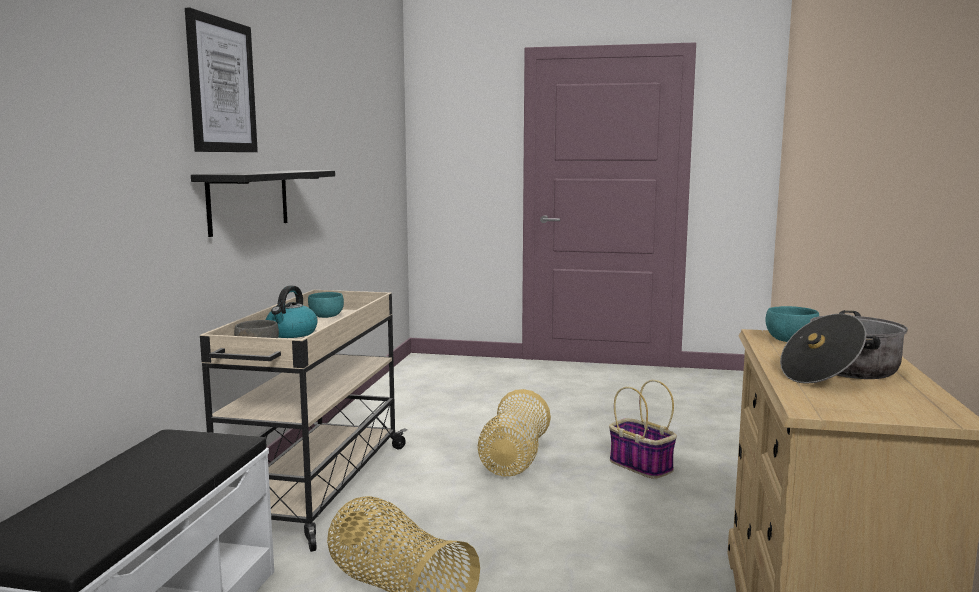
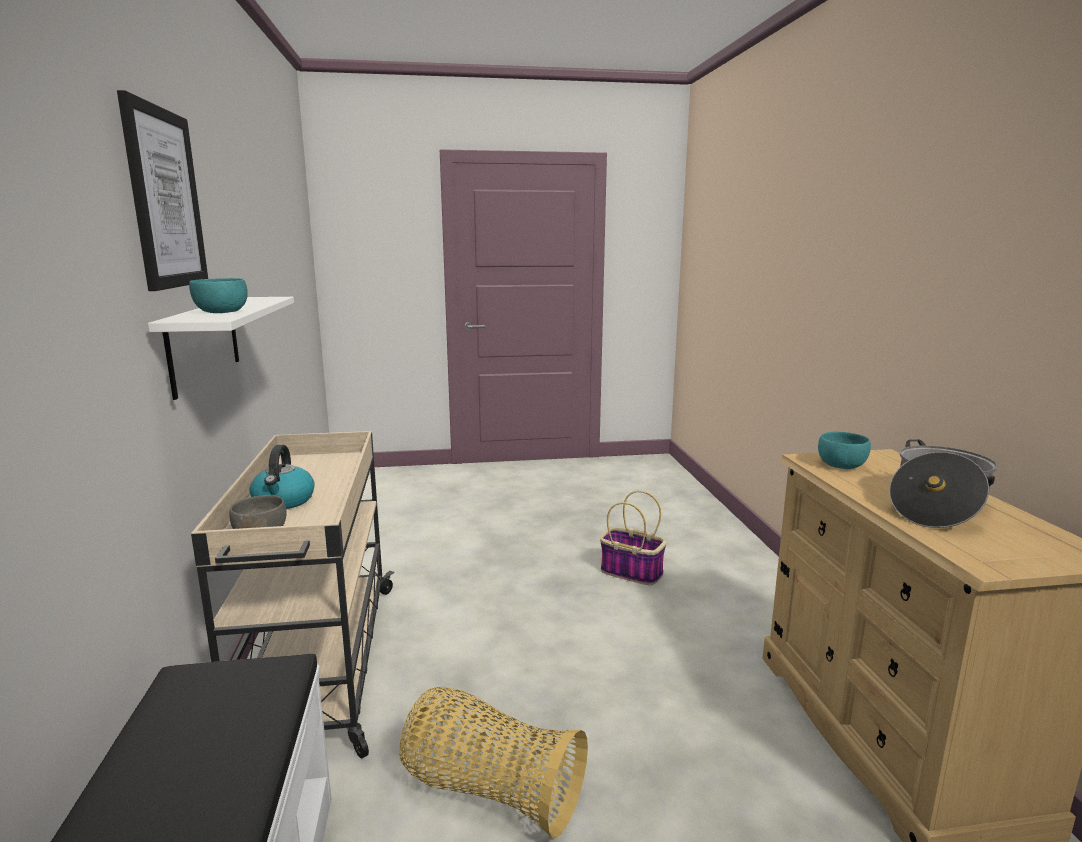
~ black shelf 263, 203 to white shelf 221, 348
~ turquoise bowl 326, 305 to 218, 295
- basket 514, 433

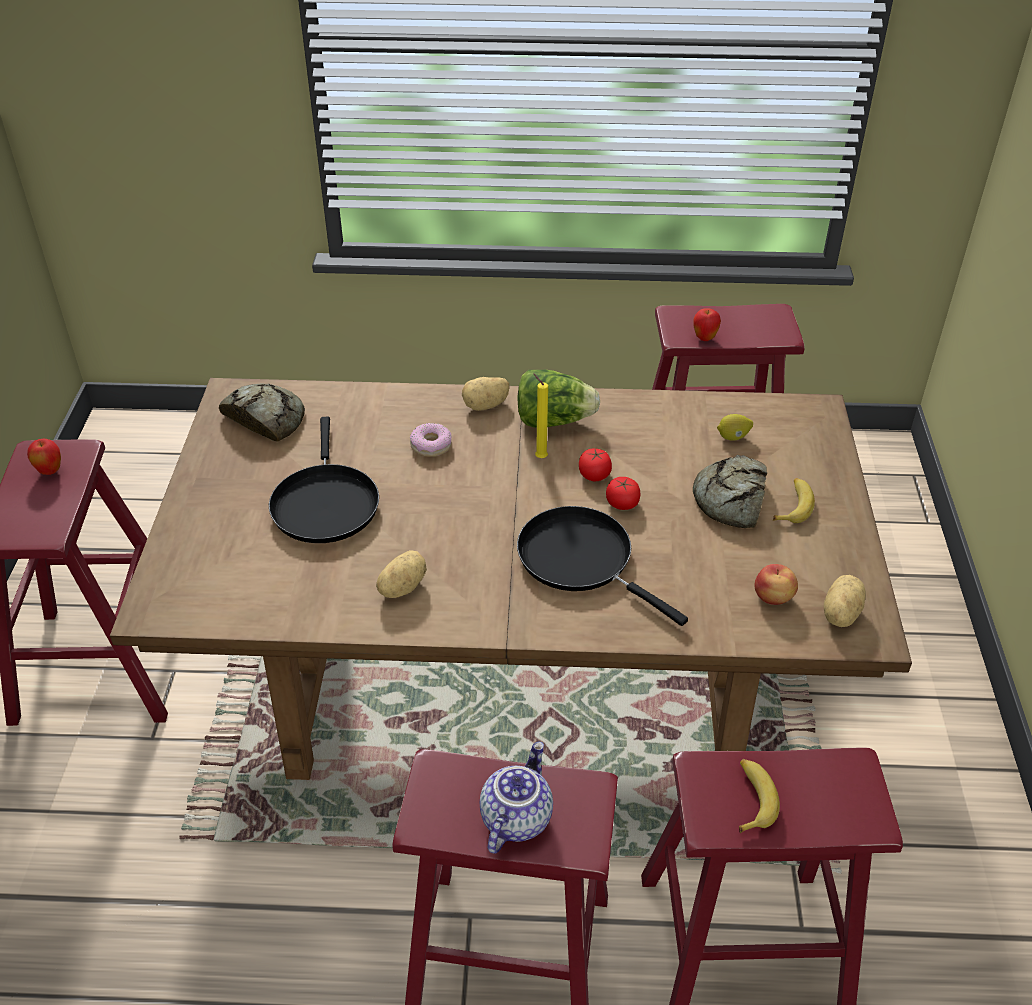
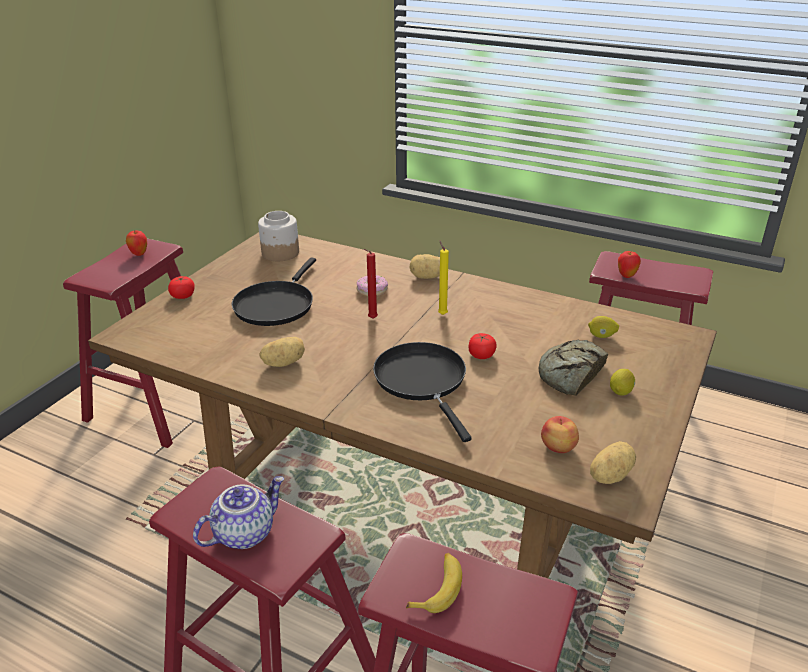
~ tomato 595, 464 to 181, 287
~ bread 262, 412 to jar 278, 236
+ red candle 370, 284
~ banana 794, 500 to lemon 622, 382
- lettuce 558, 399

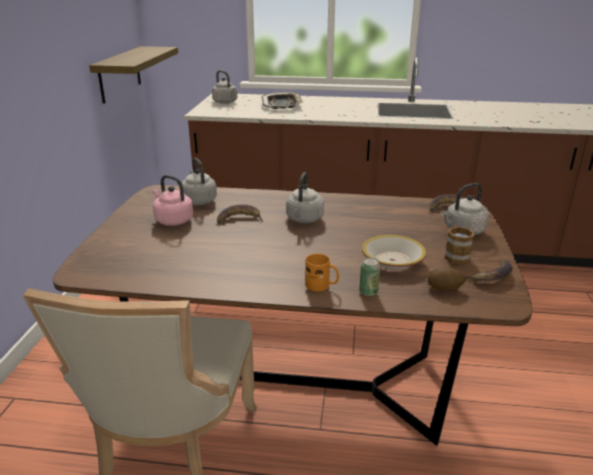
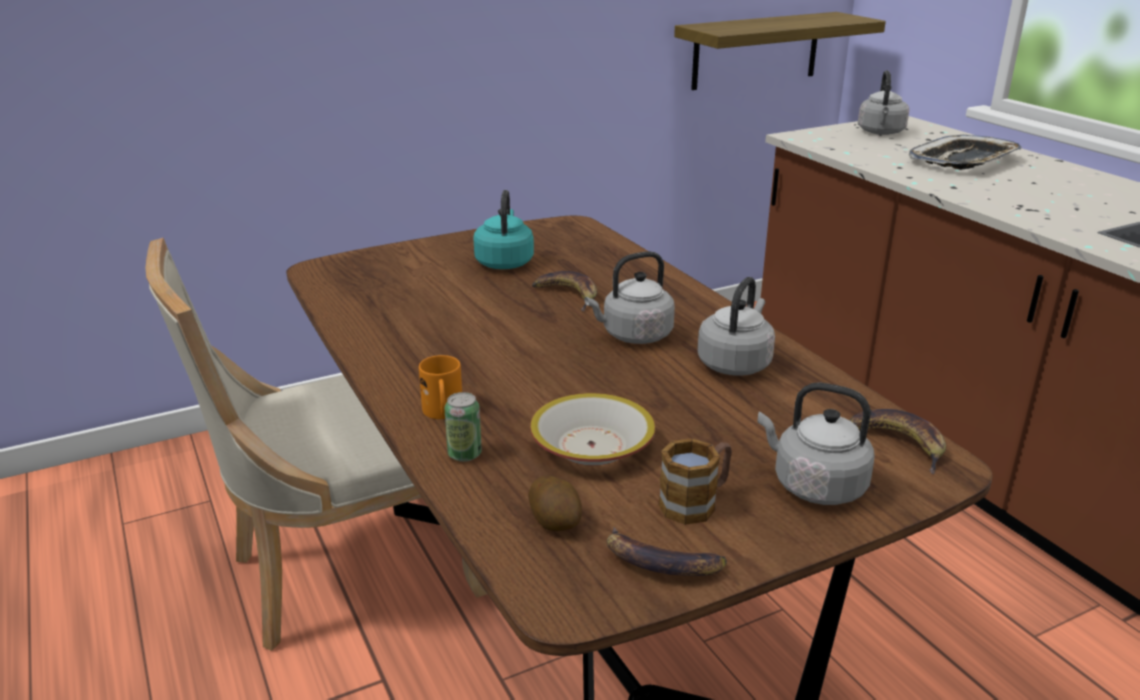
~ pink kettle 172, 200 to turquoise kettle 503, 229
~ grey kettle 199, 181 to 736, 326

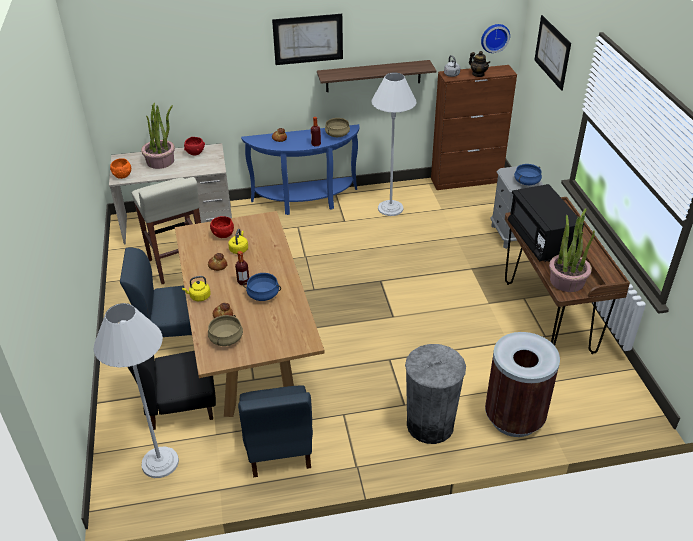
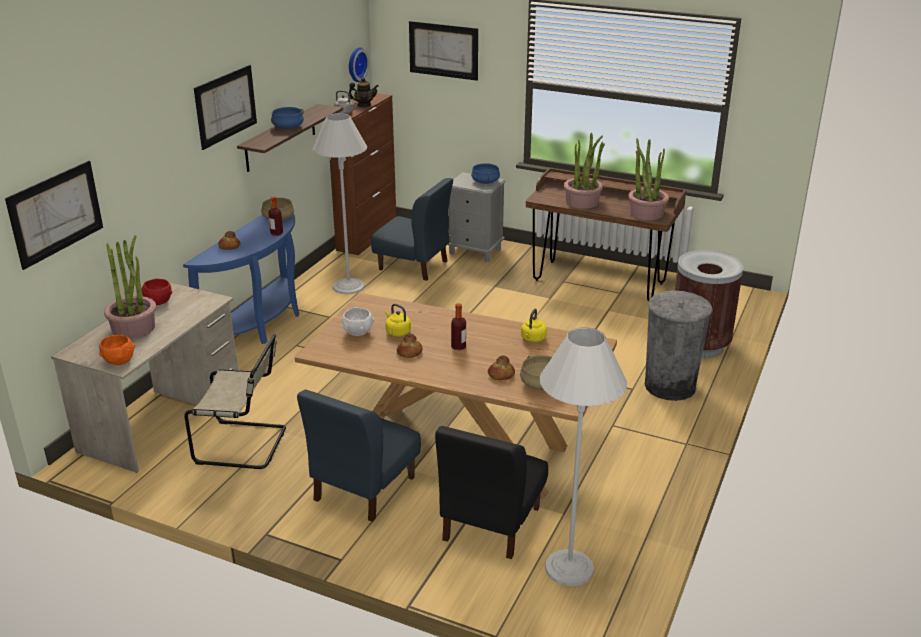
+ picture 54, 215
~ beige stool 166, 230 to beige chair 235, 401
~ blue cooking pot 262, 287 to 287, 118
~ red bowl 222, 227 to white bowl 357, 321
~ blue chair 275, 431 to 412, 229
~ yellow kettle 196, 288 to 534, 325
~ black microwave 546, 223 to potted plant 584, 171

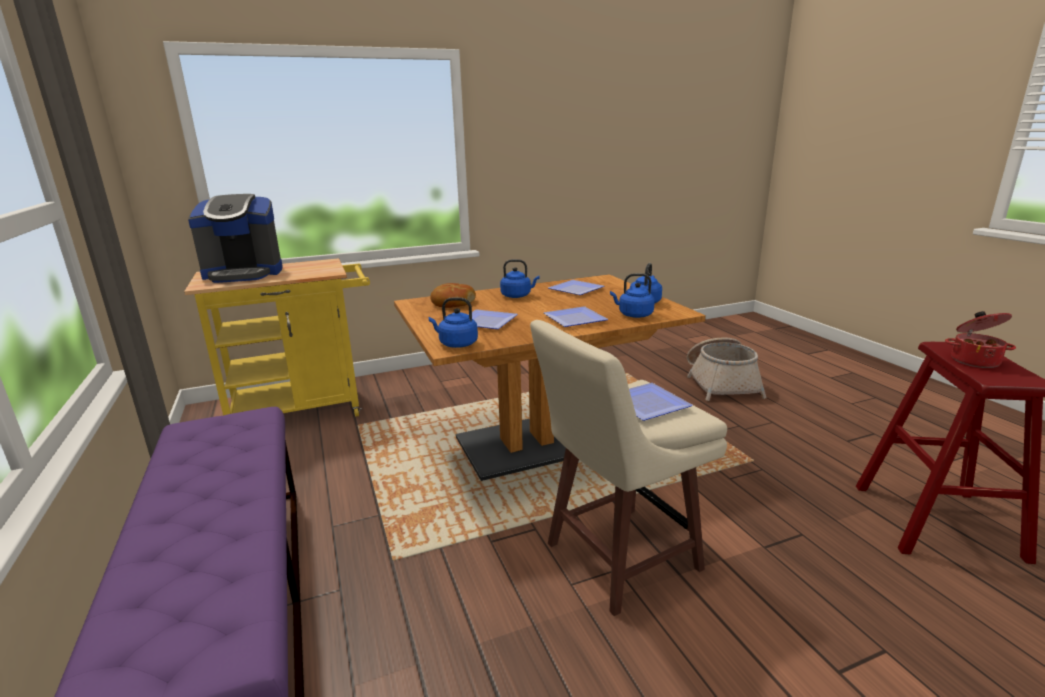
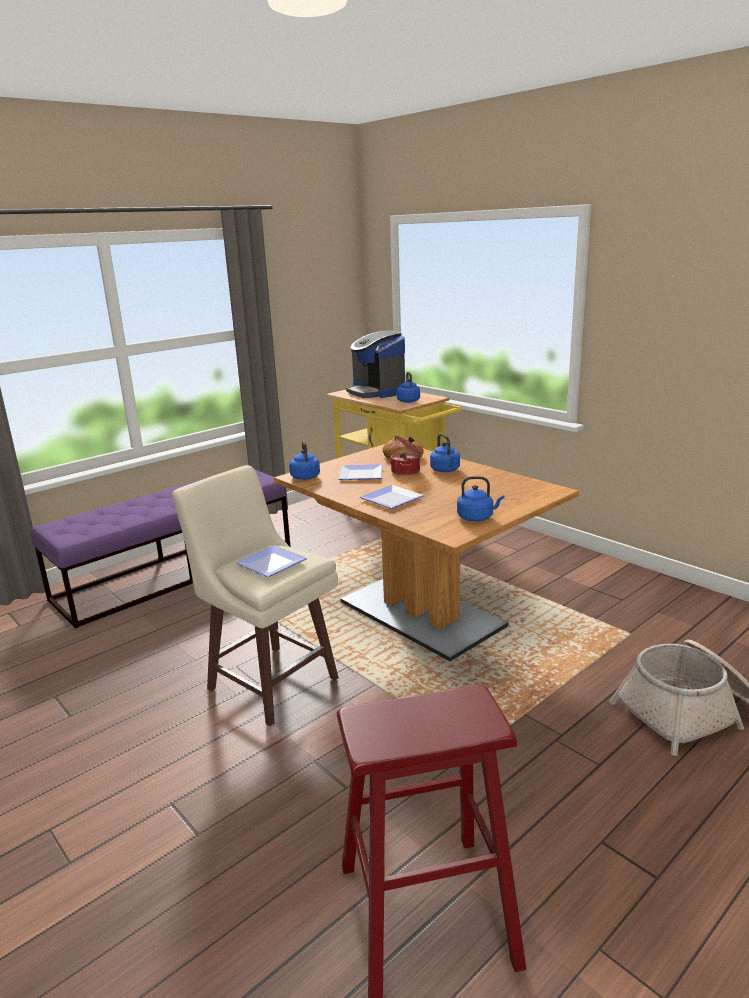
~ cooking pot 980, 339 to 405, 455
~ blue kettle 632, 295 to 408, 387
- plate 576, 287

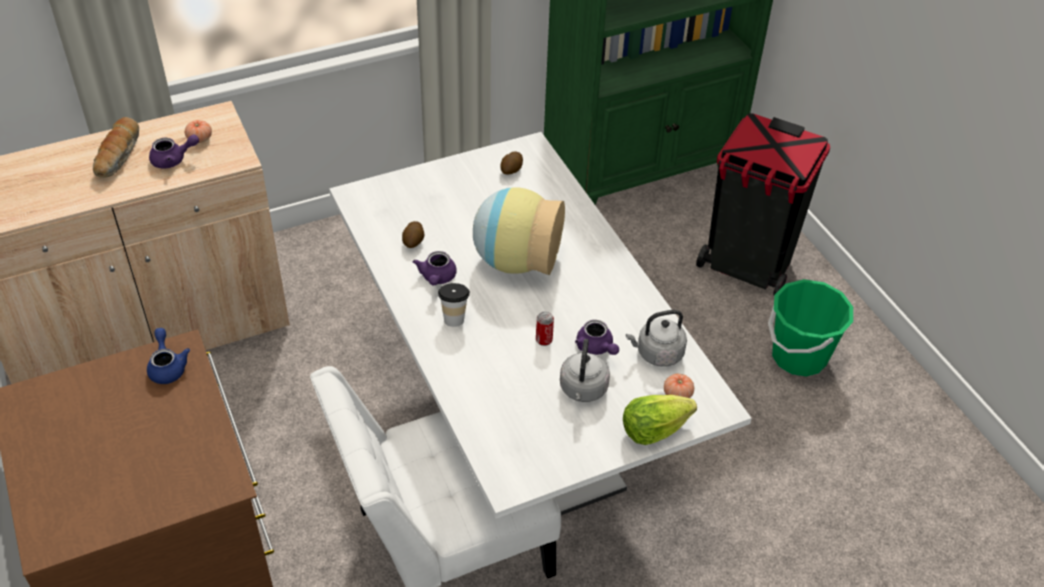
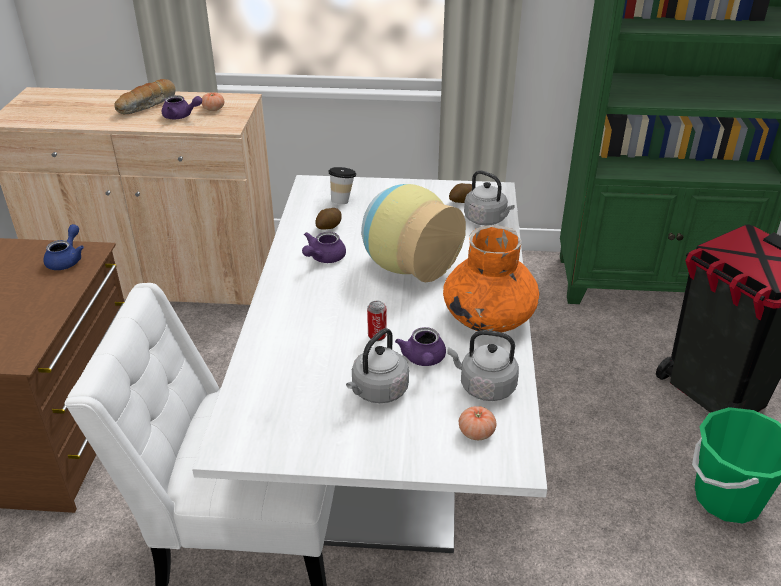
~ cup 454, 305 to 342, 185
+ orange vase 491, 278
+ grey kettle 489, 198
- lettuce 660, 420

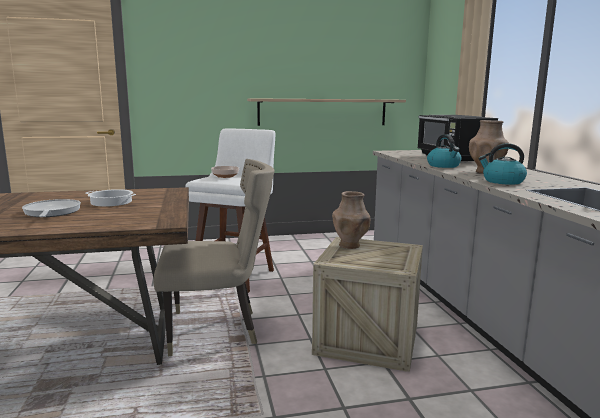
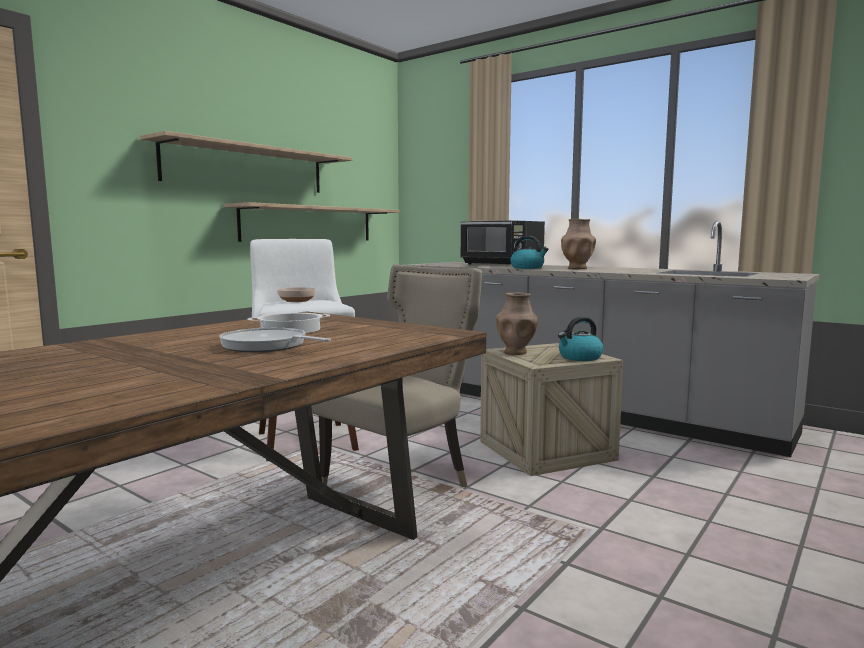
+ shelf 246, 162
~ kettle 502, 164 to 581, 339

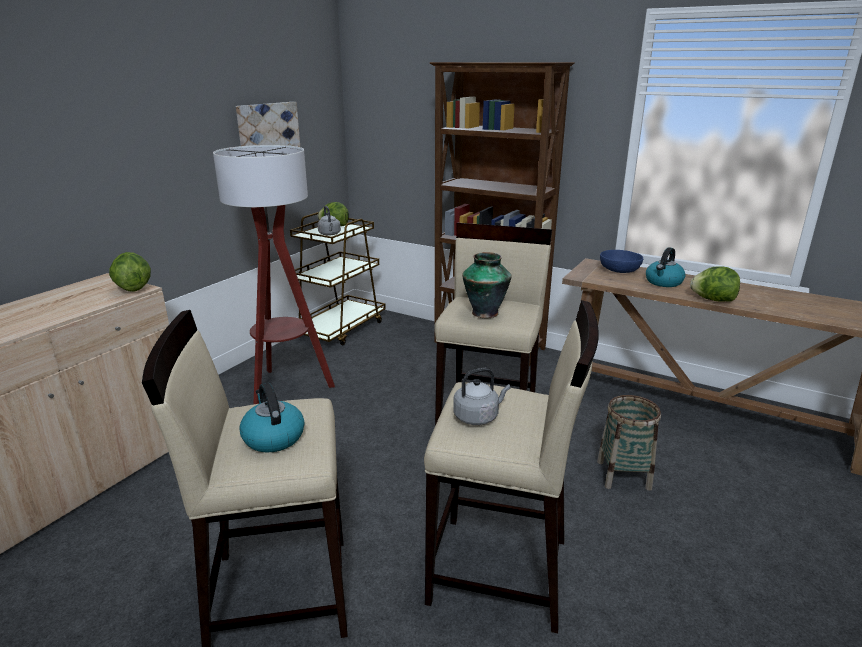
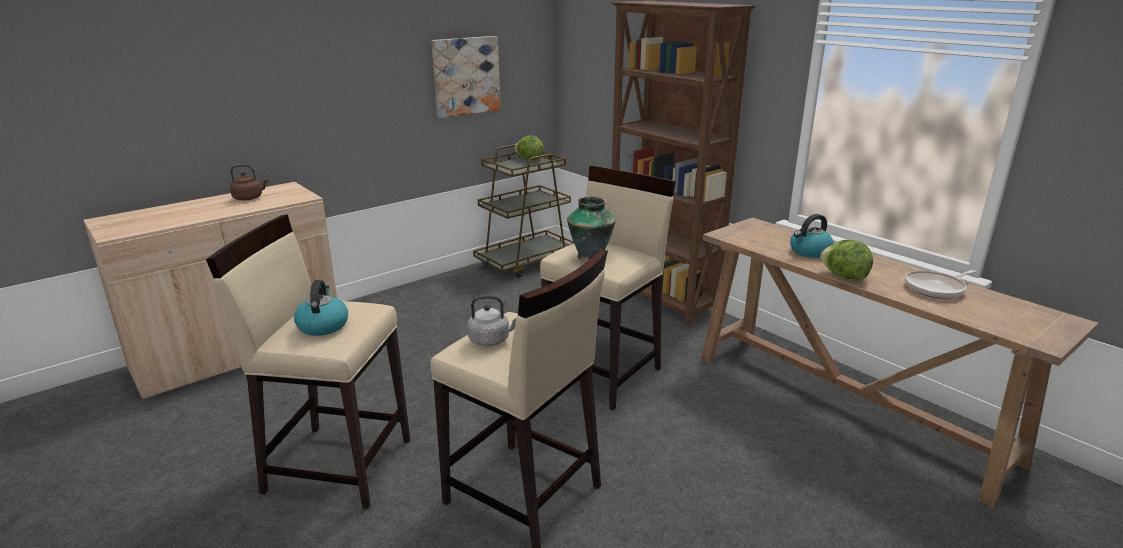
+ brown kettle 249, 182
+ frying pan 940, 284
- lettuce 130, 271
- floor lamp 274, 274
- grey kettle 329, 221
- basket 629, 443
- blue bowl 621, 261

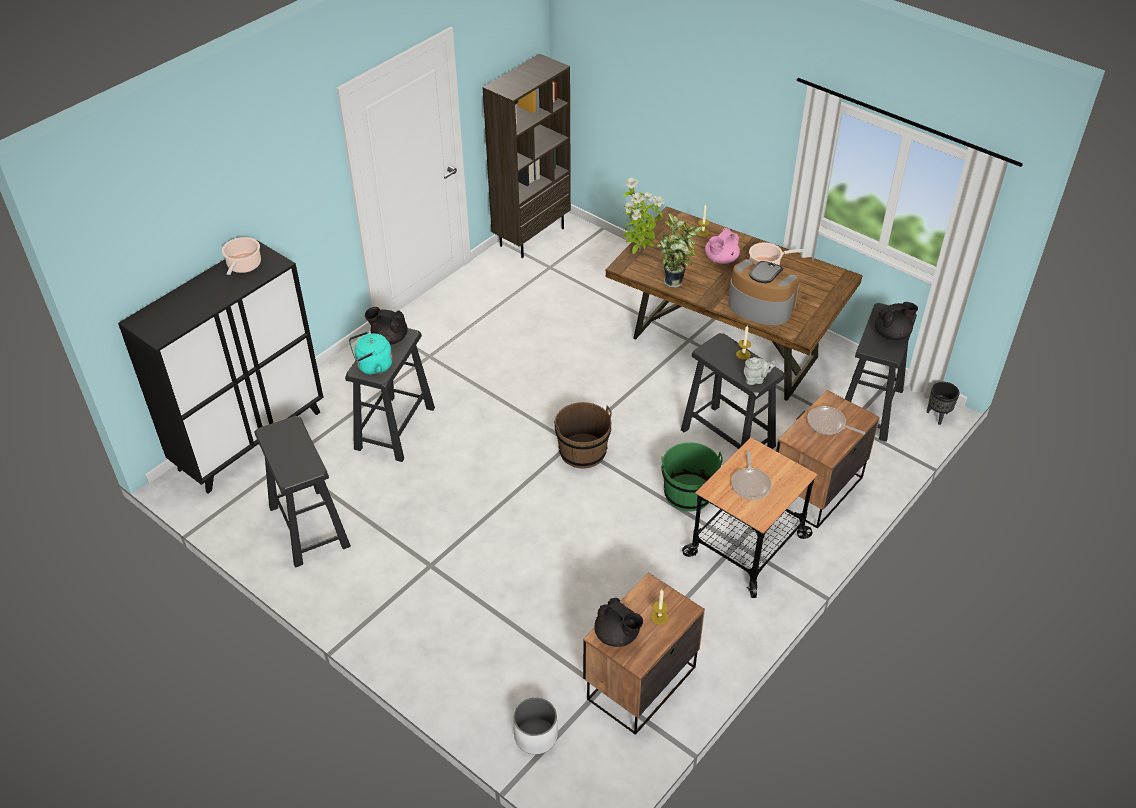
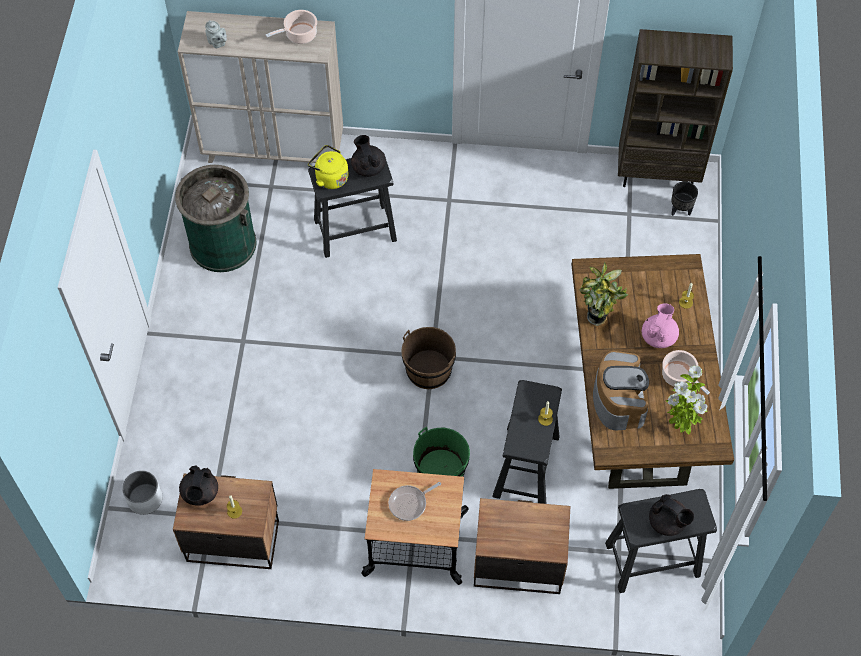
~ black stool 302, 491 to green trash can 216, 218
~ black cabinet 221, 366 to beige cabinet 260, 87
~ grey teapot 760, 371 to 216, 34
~ turquoise kettle 371, 353 to yellow kettle 328, 167
~ pink teapot 722, 246 = 660, 325 105 degrees clockwise
~ potted plant 643, 216 to 686, 400
~ black planter 942, 403 to 684, 198
- frying pan 836, 420

